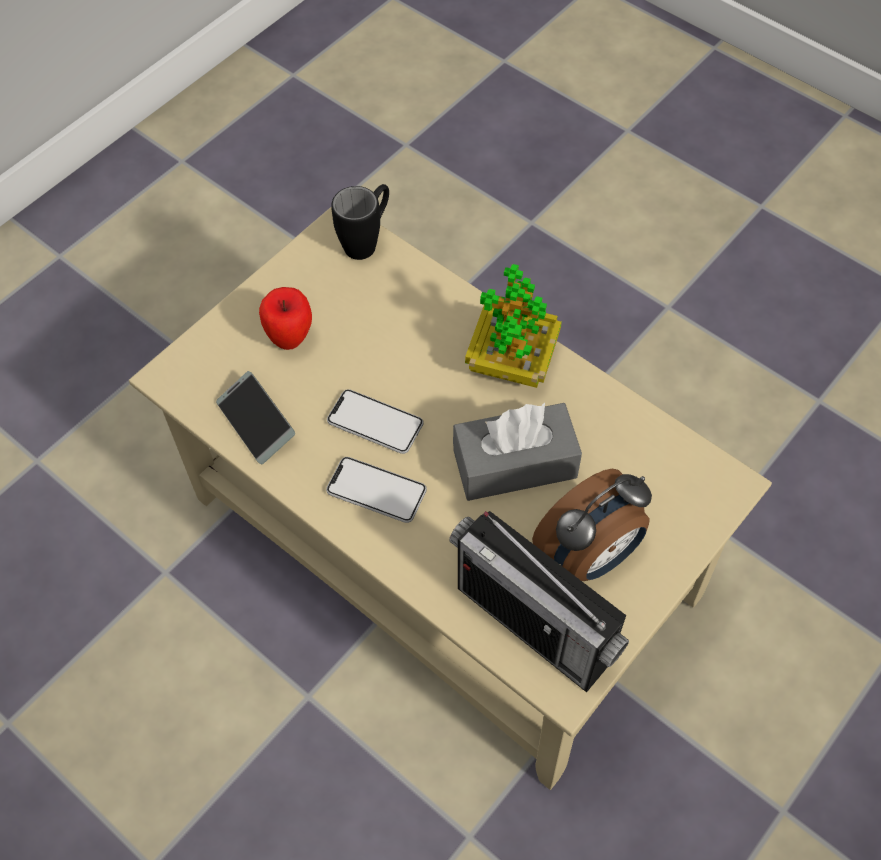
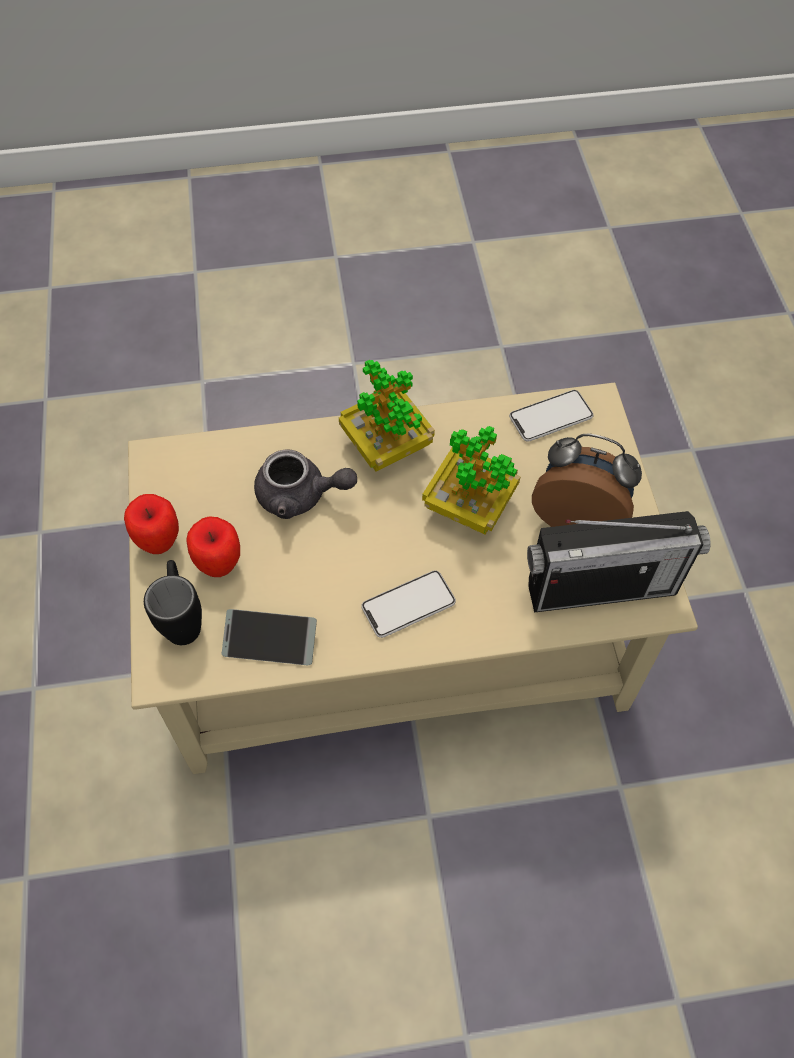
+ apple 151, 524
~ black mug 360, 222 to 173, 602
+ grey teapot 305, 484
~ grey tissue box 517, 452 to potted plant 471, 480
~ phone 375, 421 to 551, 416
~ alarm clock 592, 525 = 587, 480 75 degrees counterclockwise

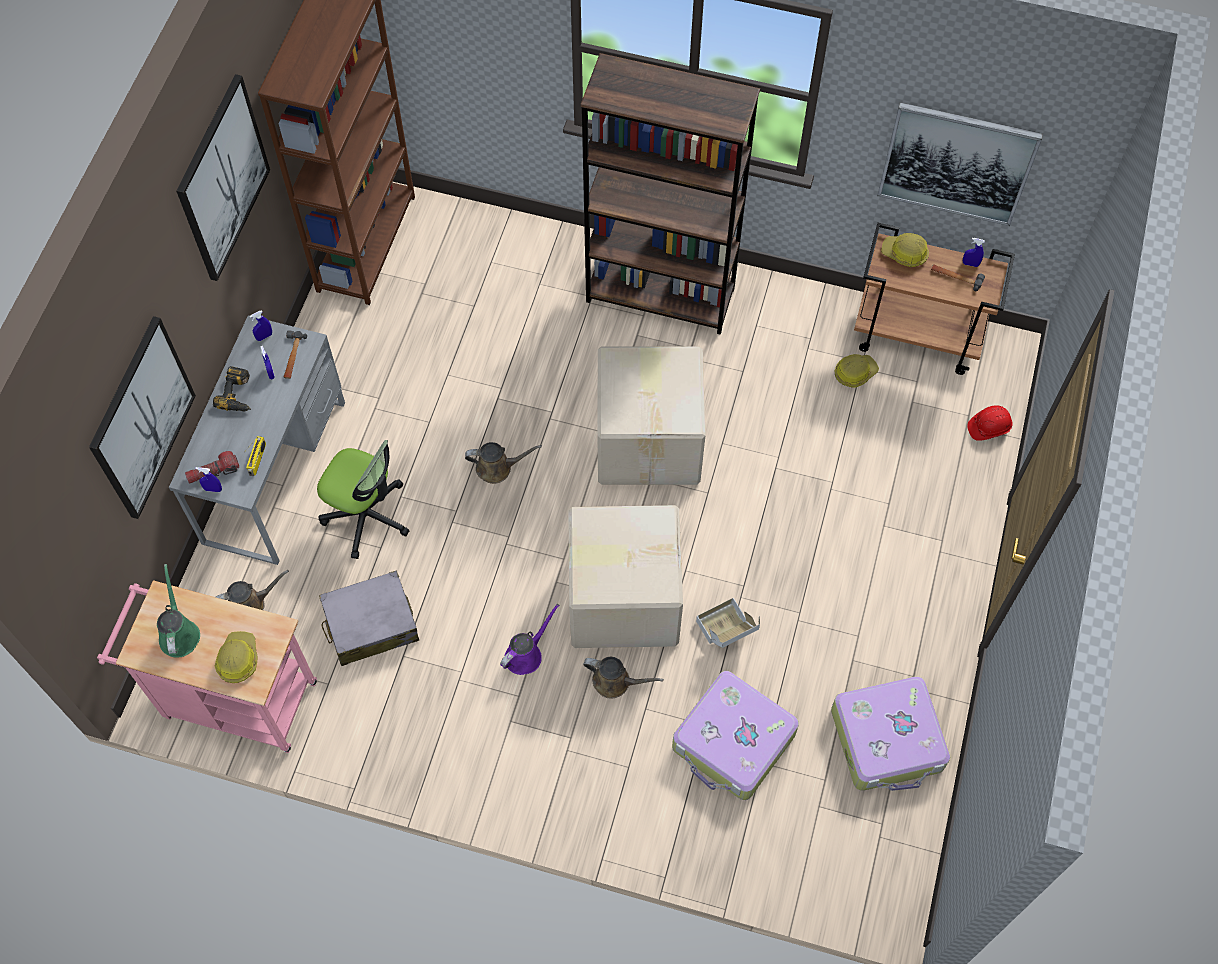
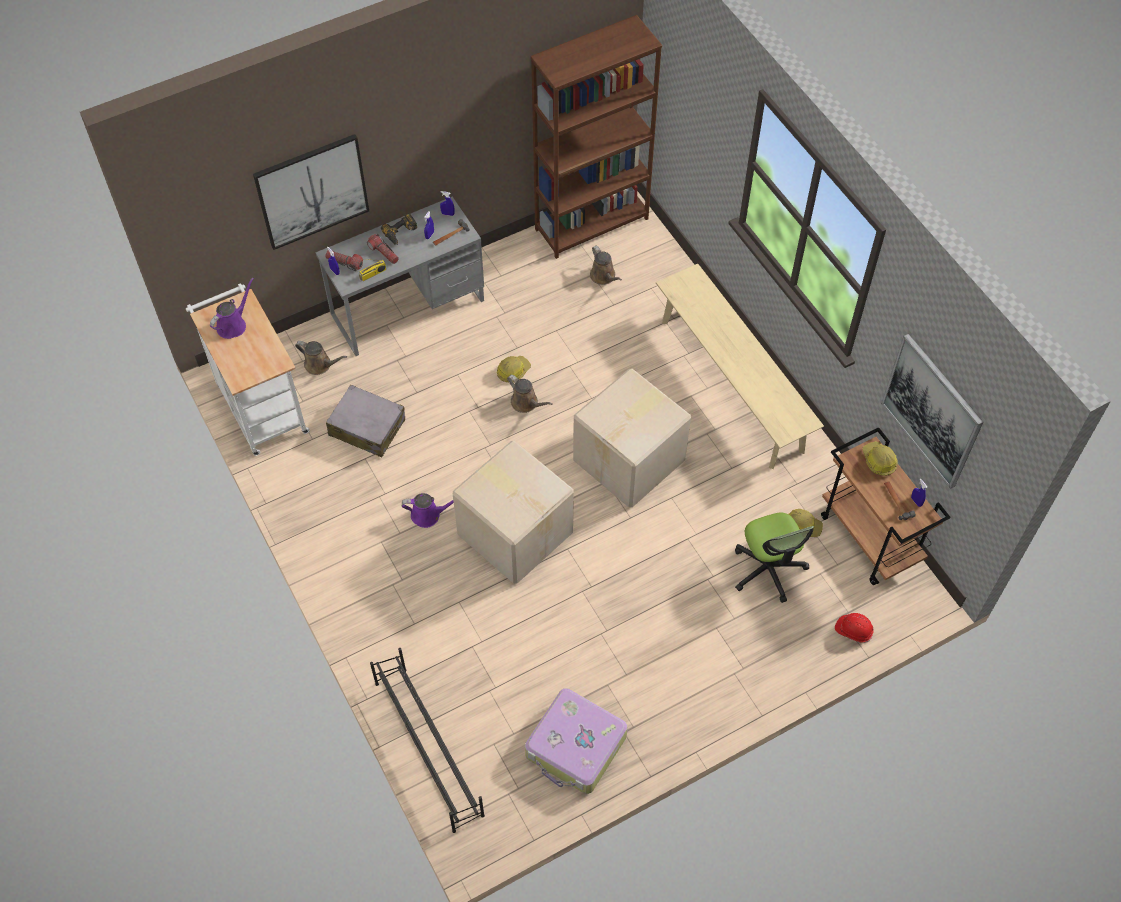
~ pink cart 207, 666 to white cart 248, 369
~ green watering can 178, 611 to purple watering can 232, 308
+ flashlight 383, 249
+ black shoe rack 427, 740
~ hard hat 236, 657 to 514, 369
~ brown watering can 623, 678 to 606, 265
~ brown bookcase 670, 194 to beige bench 740, 366
~ office chair 363, 499 to 774, 557
- picture 223, 177
- suitcase 735, 735
- cardboard box 728, 623

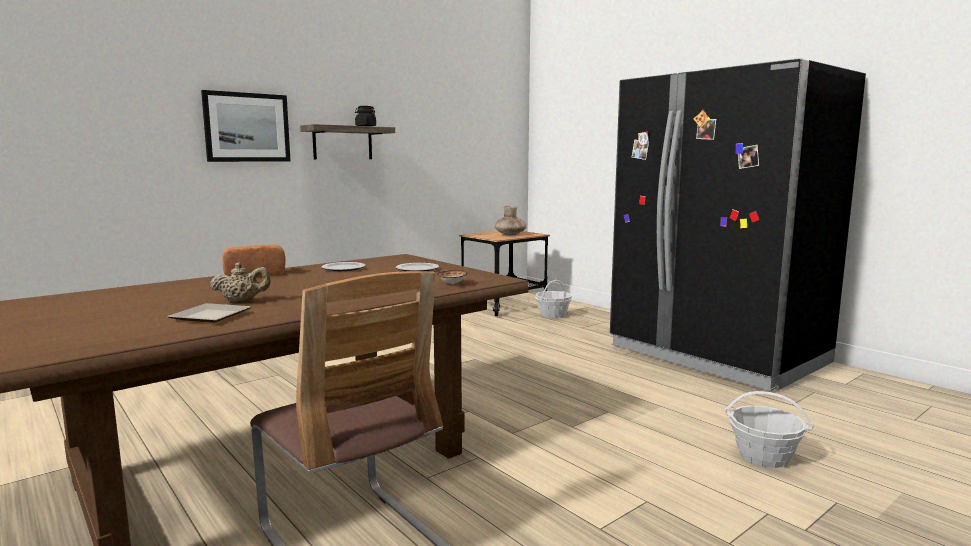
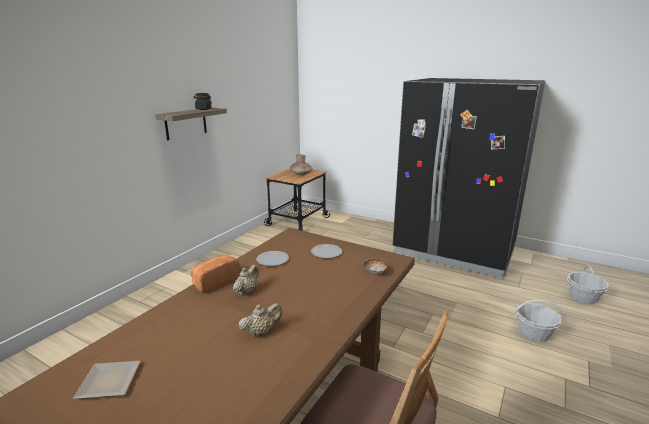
~ plate 209, 313 to 106, 380
+ beige teapot 246, 280
~ basket 553, 299 to 588, 284
- picture 246, 126

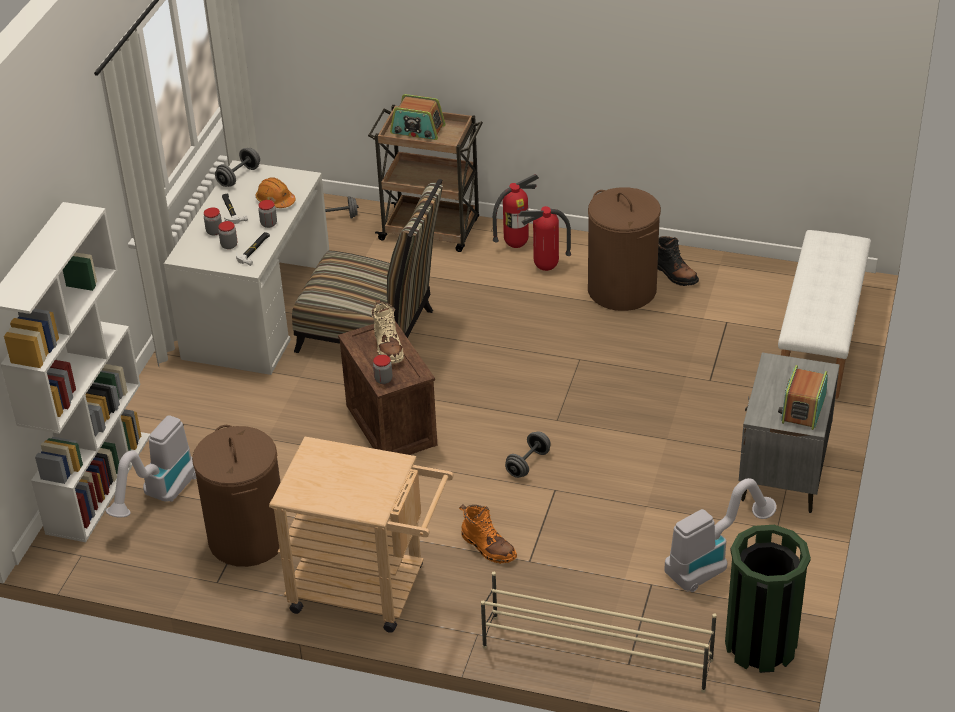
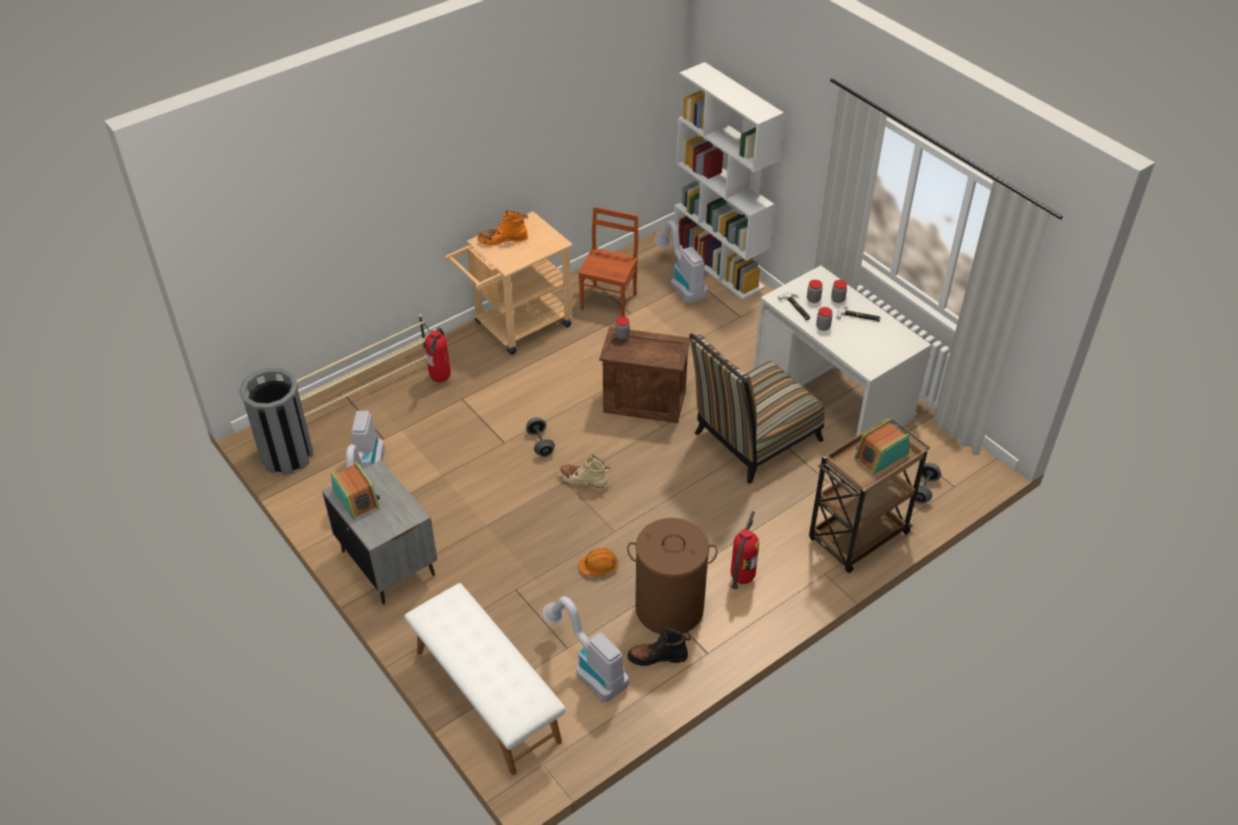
~ green trash can 768, 599 to grey trash can 276, 421
~ fire extinguisher 516, 211 to 438, 355
~ orange boot 488, 534 to 503, 227
+ vacuum cleaner 586, 649
~ beige boot 387, 332 to 584, 473
~ brown laundry basket 236, 496 to brown chair 608, 262
~ orange hard hat 276, 192 to 598, 562
- grey dumbbell 237, 167

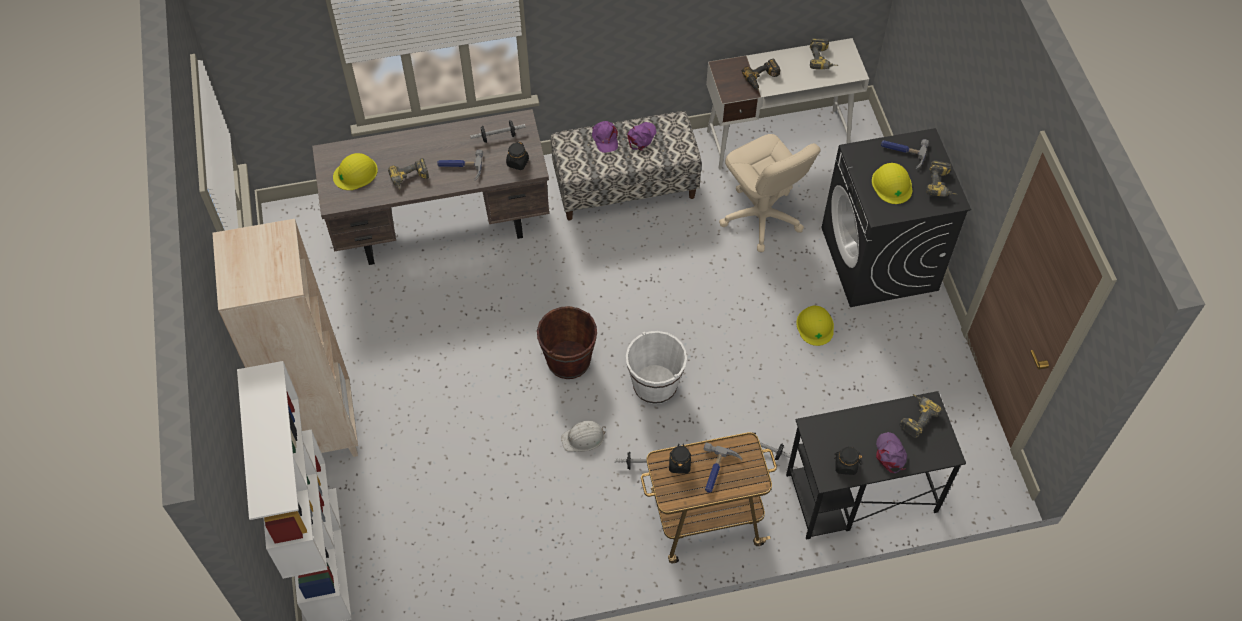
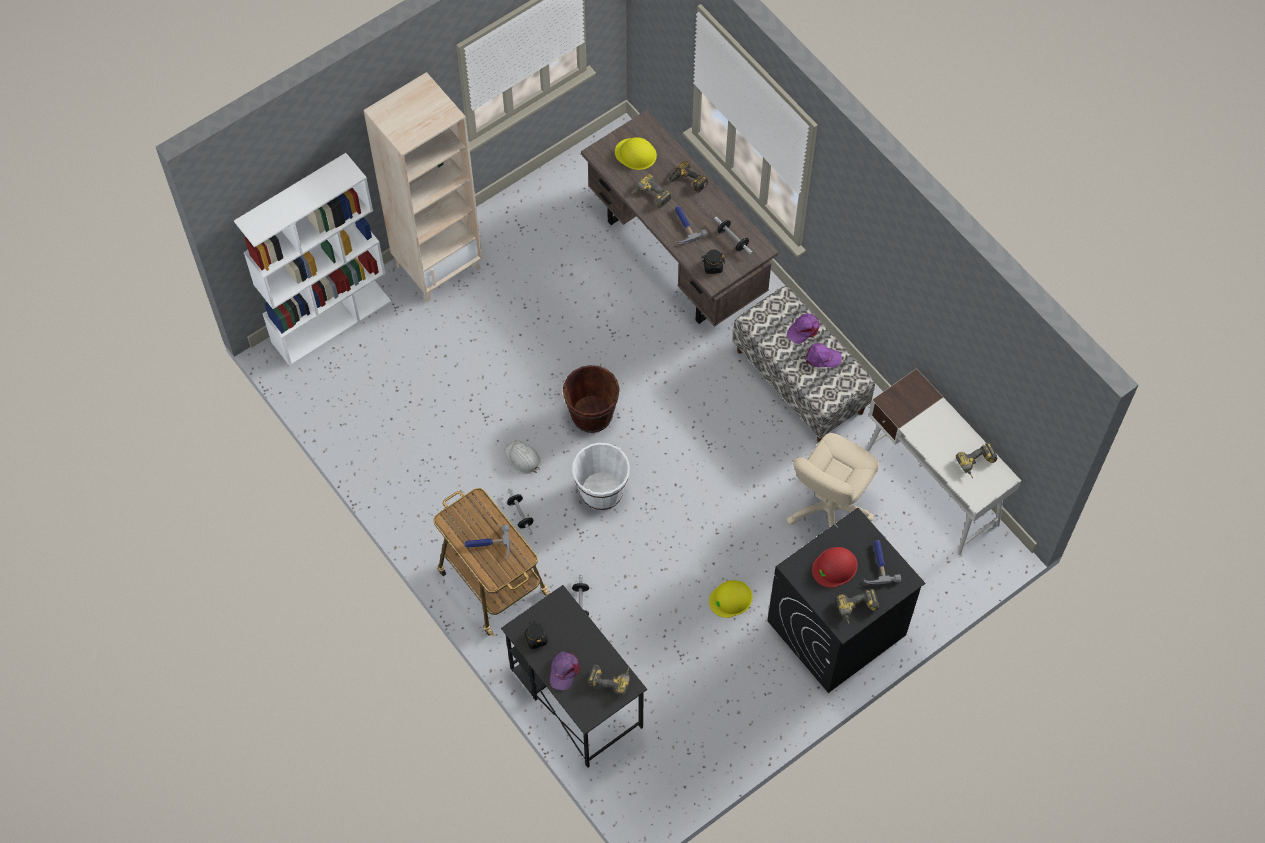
~ purple cap 891, 452 = 565, 670 135 degrees clockwise
~ power drill 761, 74 to 688, 177
~ yellow hard hat 892, 183 to red hard hat 835, 567
- black jar 680, 459

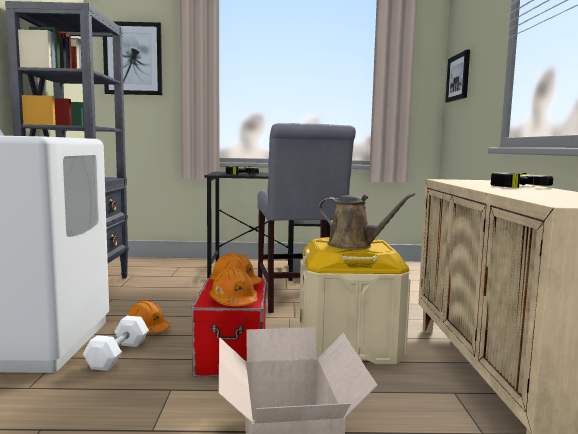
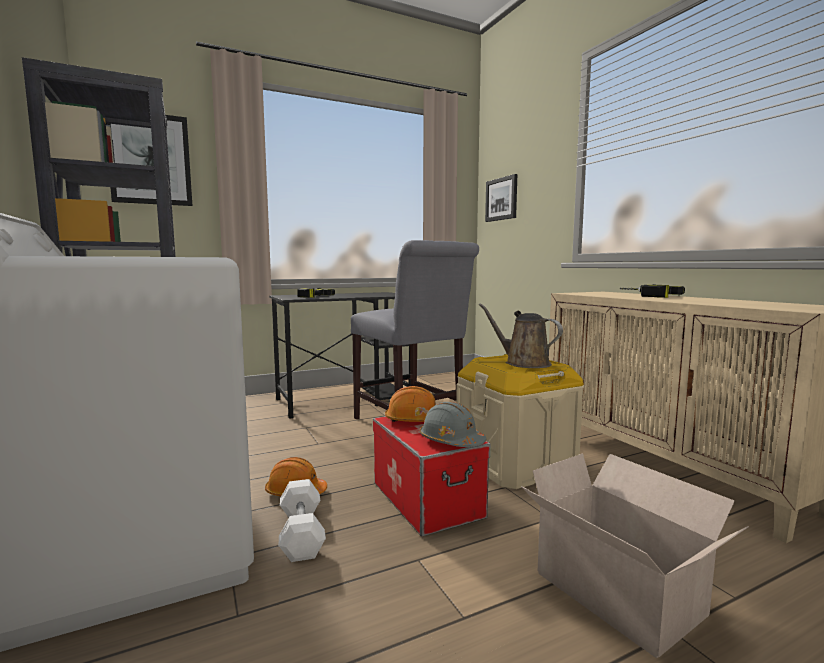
~ orange hard hat 233, 286 to grey hard hat 453, 424
~ brown watering can 366, 221 = 521, 335 135 degrees counterclockwise

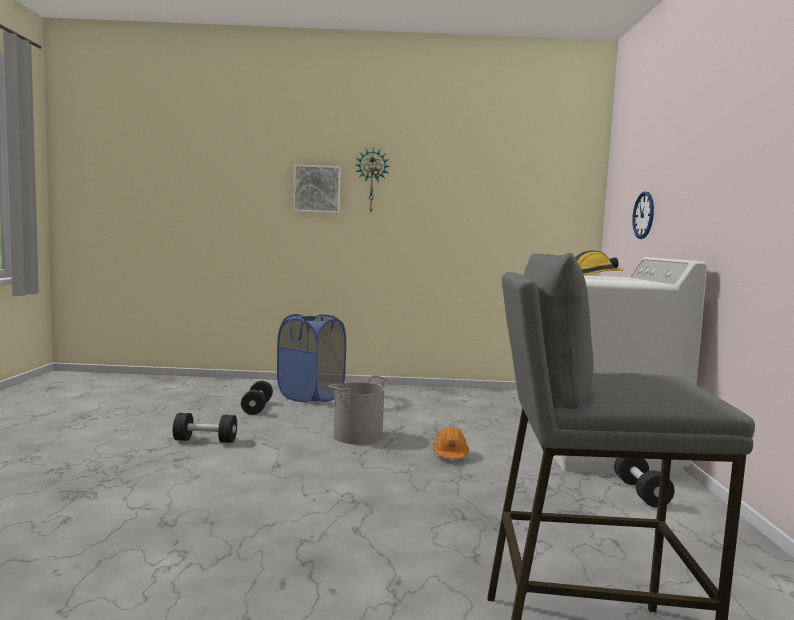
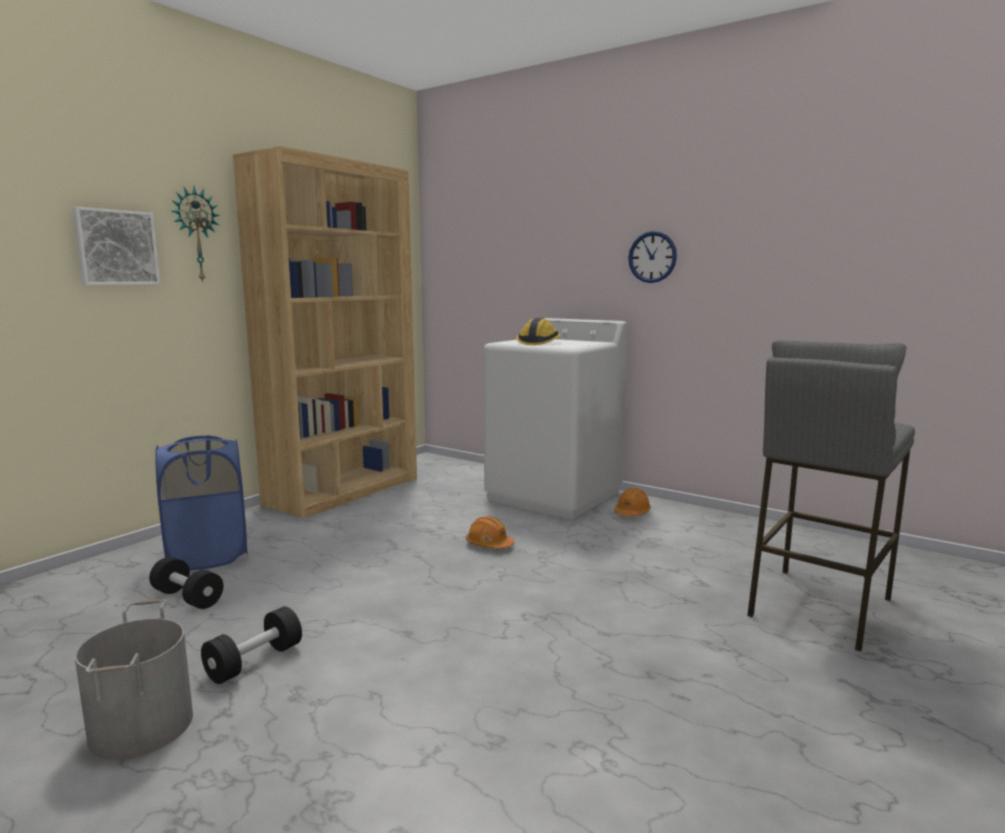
~ grey bucket 359, 410 to 134, 679
+ brown bookcase 325, 332
~ black dumbbell 644, 482 to orange hard hat 632, 502
~ wall clock 643, 215 to 652, 257

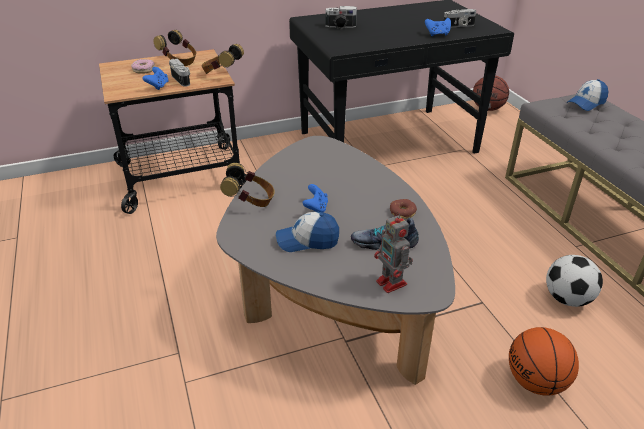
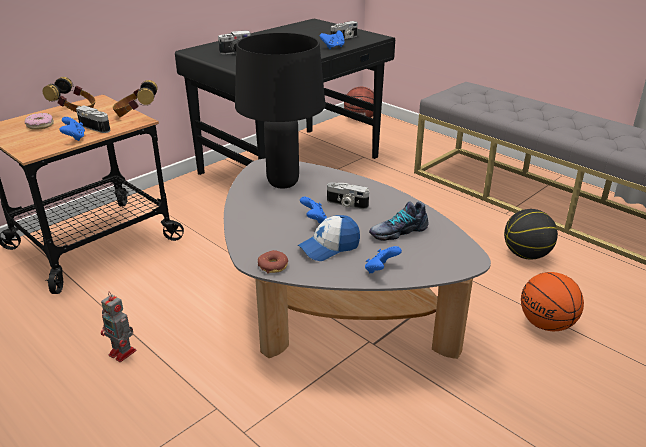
~ toy robot 393, 252 to 119, 327
+ black table lamp 280, 110
~ donut 403, 209 to 273, 262
+ photo camera 348, 195
+ blue game controller 383, 260
~ football 574, 281 to basketball 531, 234
- headphones 247, 185
- cap 587, 95

